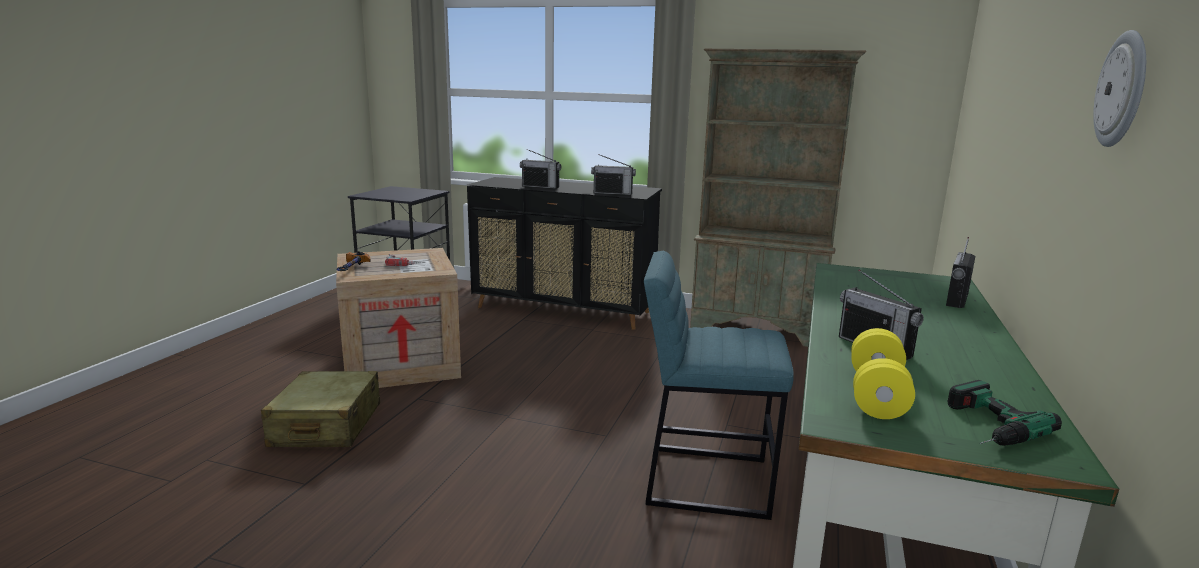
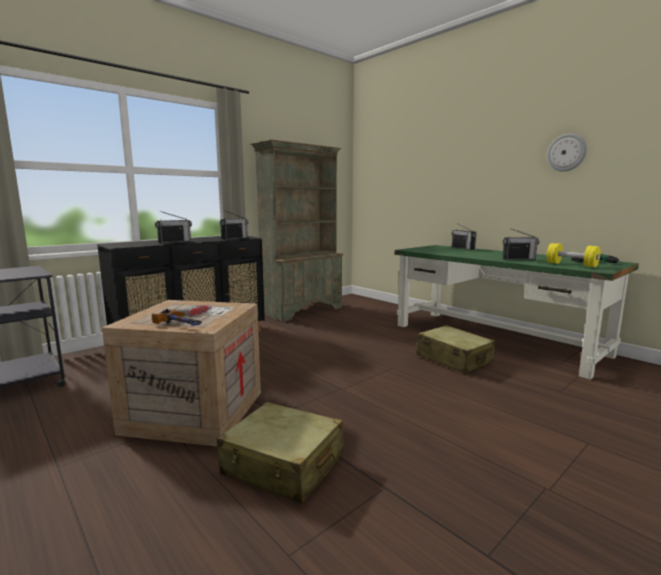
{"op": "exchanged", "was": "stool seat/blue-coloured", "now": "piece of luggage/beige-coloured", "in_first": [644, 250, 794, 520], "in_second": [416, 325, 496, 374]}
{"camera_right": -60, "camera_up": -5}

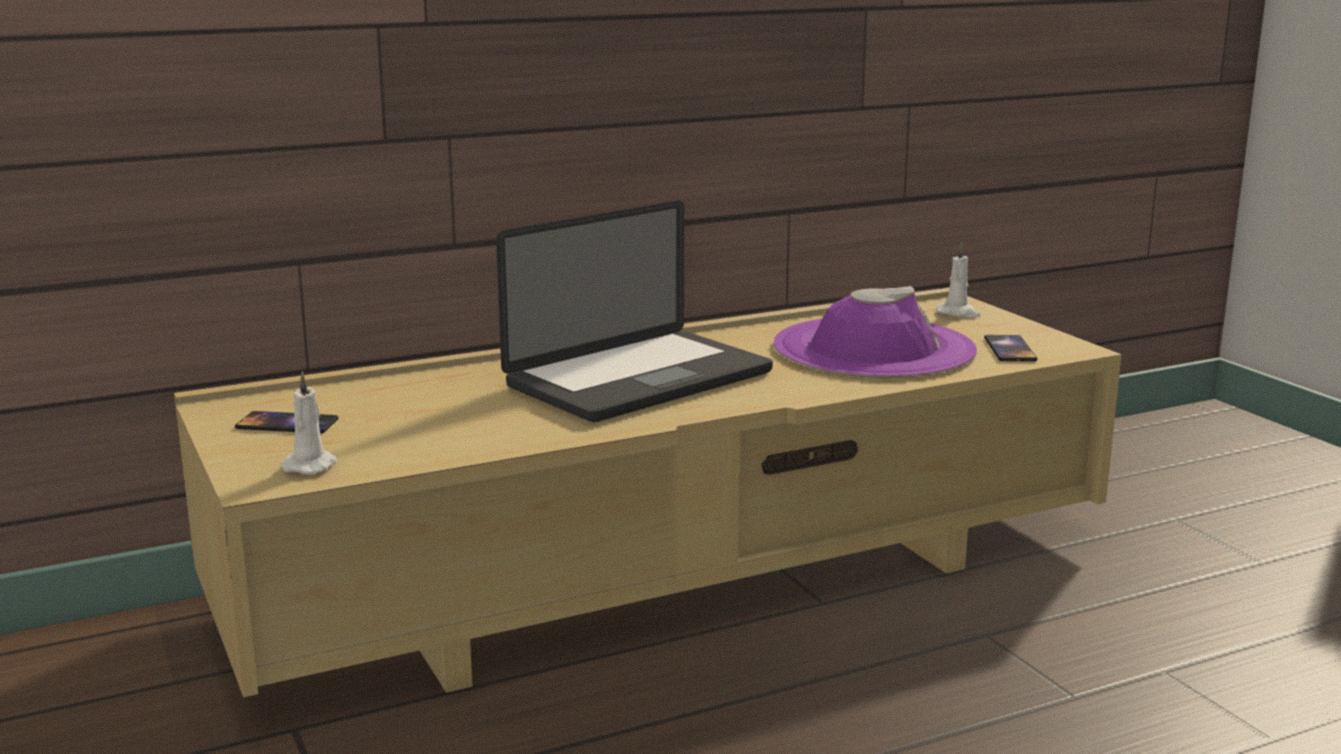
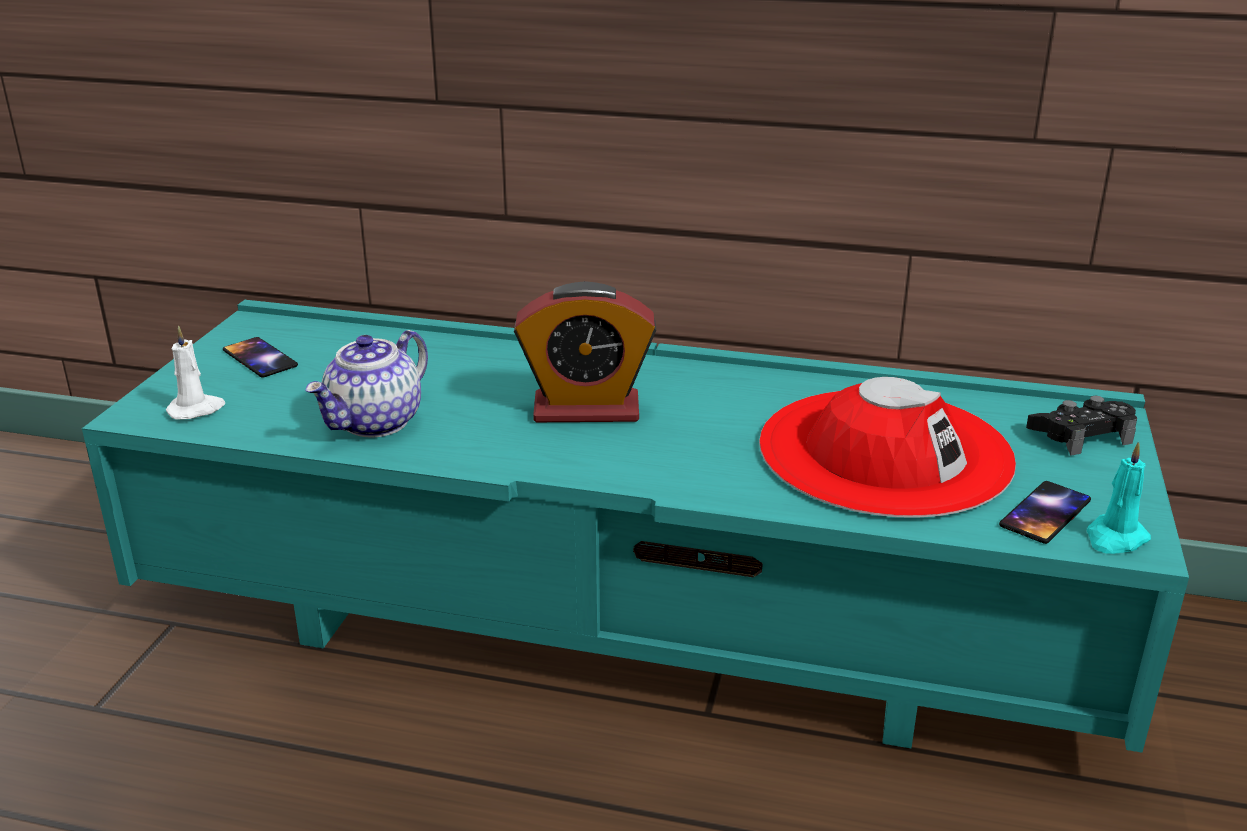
{"op": "colour", "was": "tv stand/beige-coloured", "now": "tv stand/blue-green", "in_first": [174, 288, 1122, 697], "in_second": [82, 300, 1189, 752]}
{"op": "appeared", "now": "pot for tea", "in_second": [305, 330, 428, 437]}
{"op": "exchanged", "was": "portable computer", "now": "alarm clock", "in_first": [496, 201, 773, 422], "in_second": [514, 281, 656, 422]}
{"op": "colour", "was": "wearable hat/purple", "now": "wearable hat/red", "in_first": [773, 286, 977, 378], "in_second": [759, 377, 1016, 518]}
{"op": "exchanged", "was": "candle/whitish", "now": "game controller/blackish", "in_first": [936, 242, 980, 318], "in_second": [1026, 396, 1137, 456]}
{"op": "appeared", "now": "candle/blue-green", "in_second": [1086, 441, 1151, 554]}
{"camera_right": 40, "camera_up": 10}

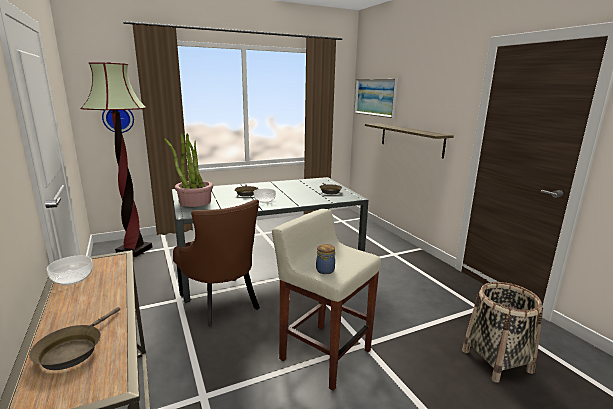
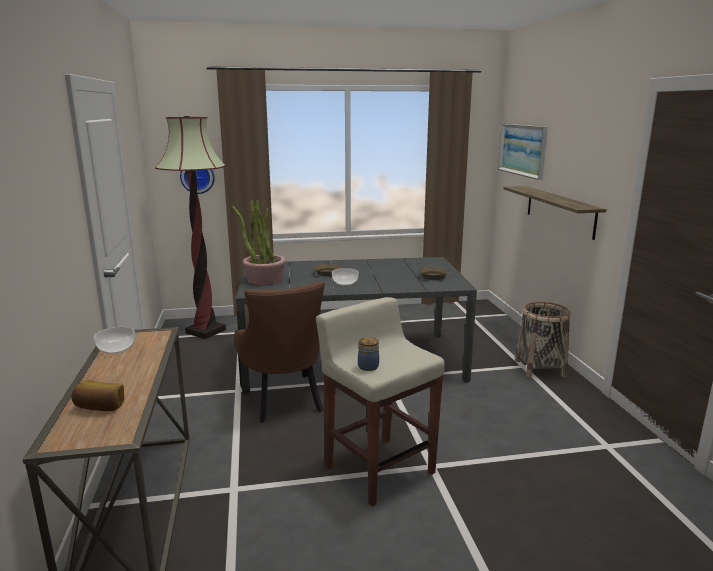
{"op": "exchanged", "was": "skillet/brown-coloured", "now": "baked bread", "in_first": [29, 307, 120, 370], "in_second": [71, 380, 124, 411]}
{"op": "relocated", "was": "storage basket", "in_first": [462, 282, 543, 383], "in_second": [515, 302, 571, 378]}
{"camera_right": 15, "camera_up": 0}

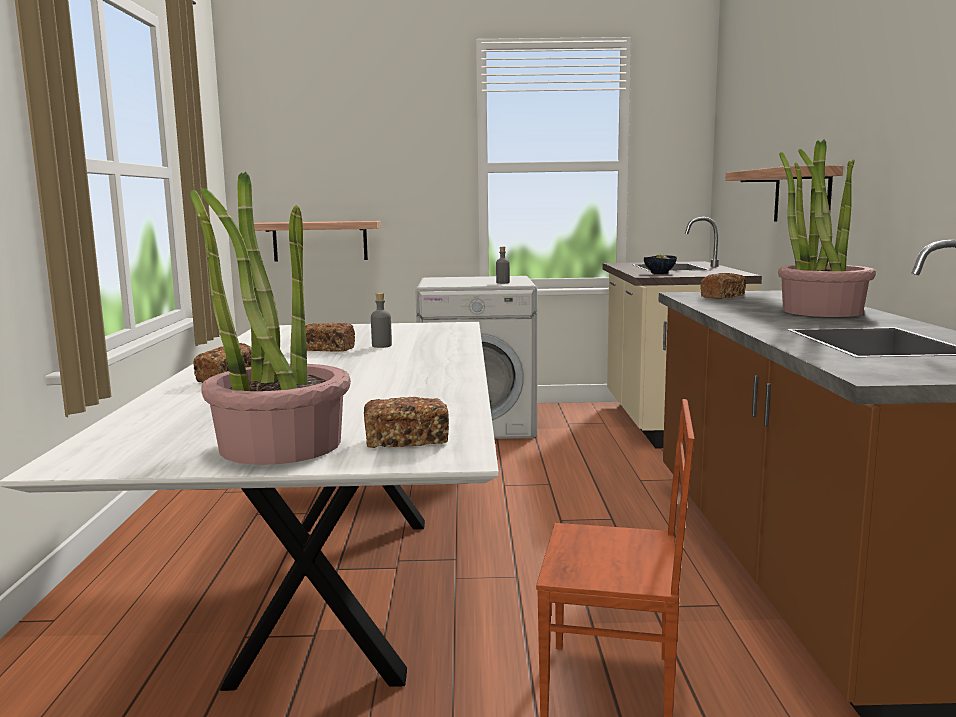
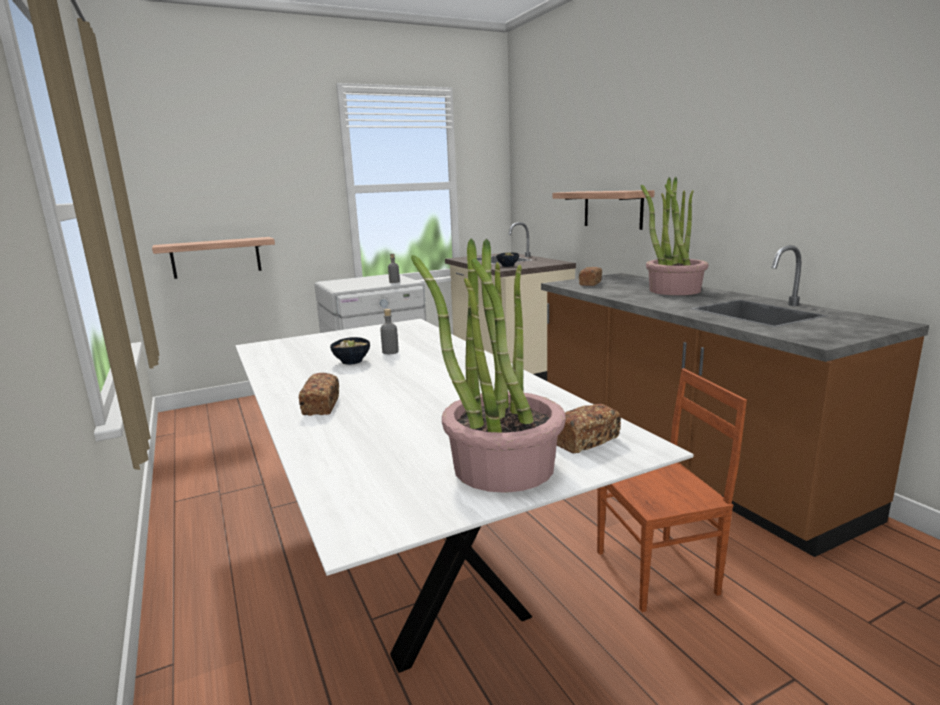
{"op": "exchanged", "was": "baked bread", "now": "bowl", "in_first": [305, 323, 355, 352], "in_second": [330, 337, 370, 365]}
{"camera_right": -25, "camera_up": 5}

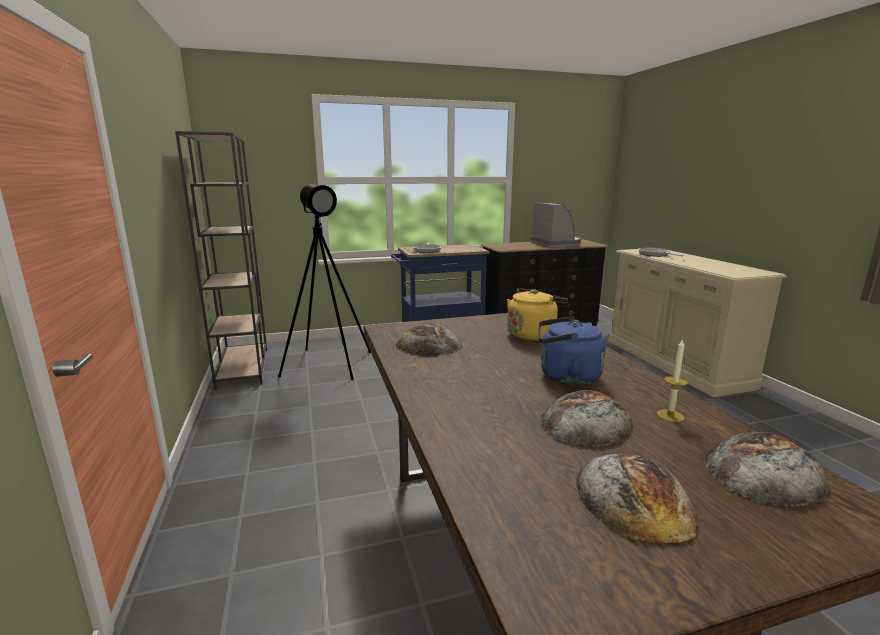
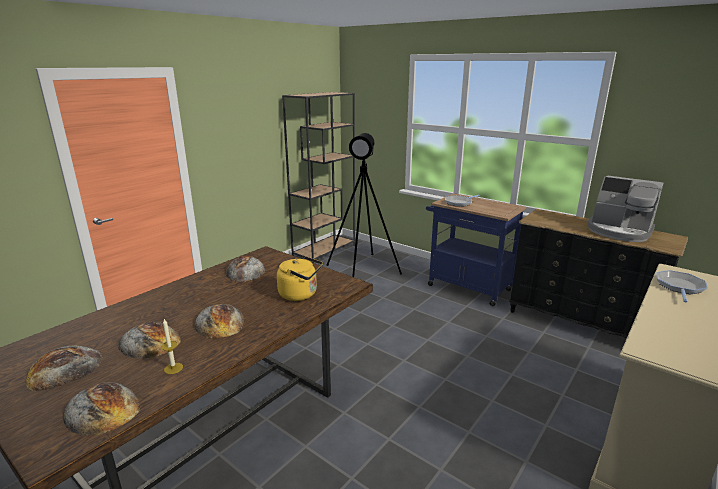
{"op": "exchanged", "was": "tea kettle/blue-coloured", "now": "baked bread", "in_first": [538, 316, 606, 385], "in_second": [195, 304, 244, 338]}
{"op": "spun", "was": "coffee brewer", "in_first": [531, 202, 581, 247], "in_second": [587, 175, 663, 242], "clockwise": 90}
{"camera_right": 55, "camera_up": 5}

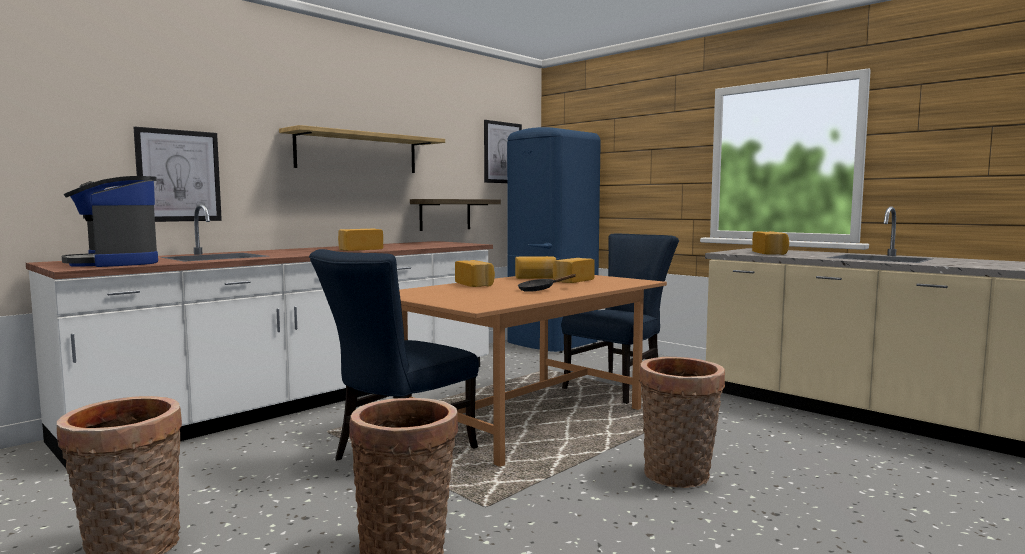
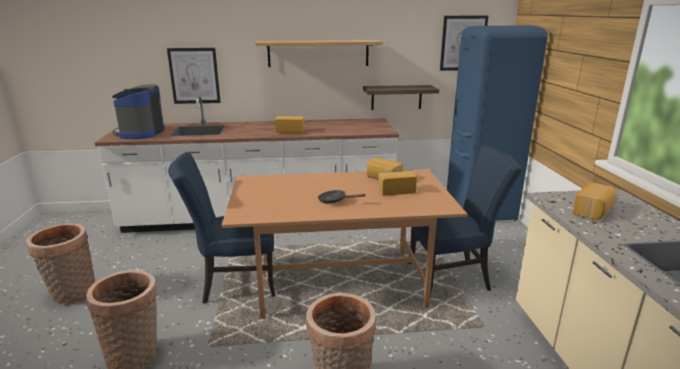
{"op": "missing", "was": "baked bread", "in_first": [455, 260, 495, 287]}
{"camera_right": 40, "camera_up": 15}

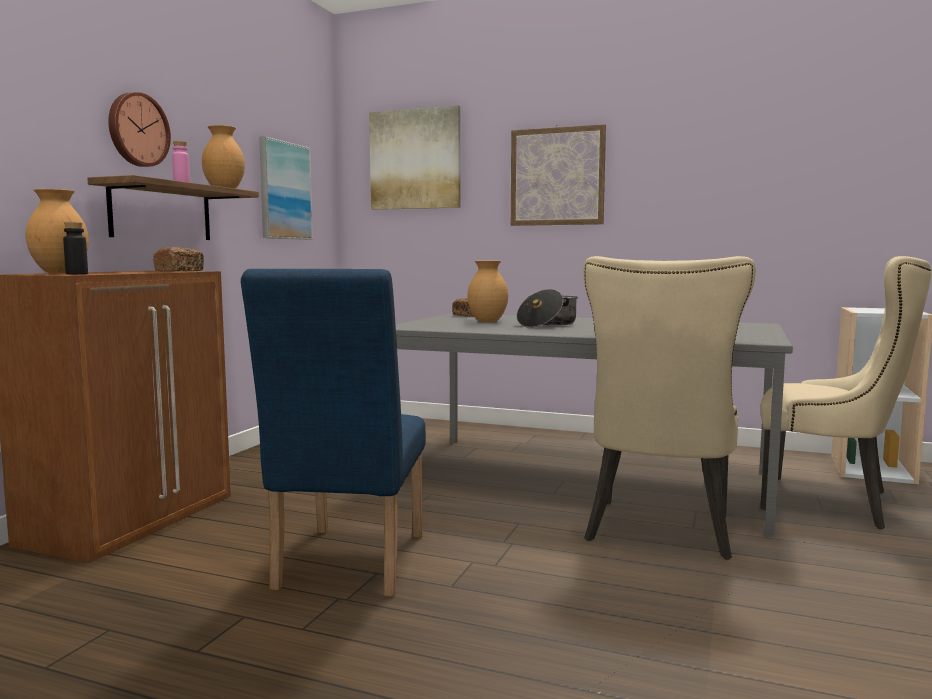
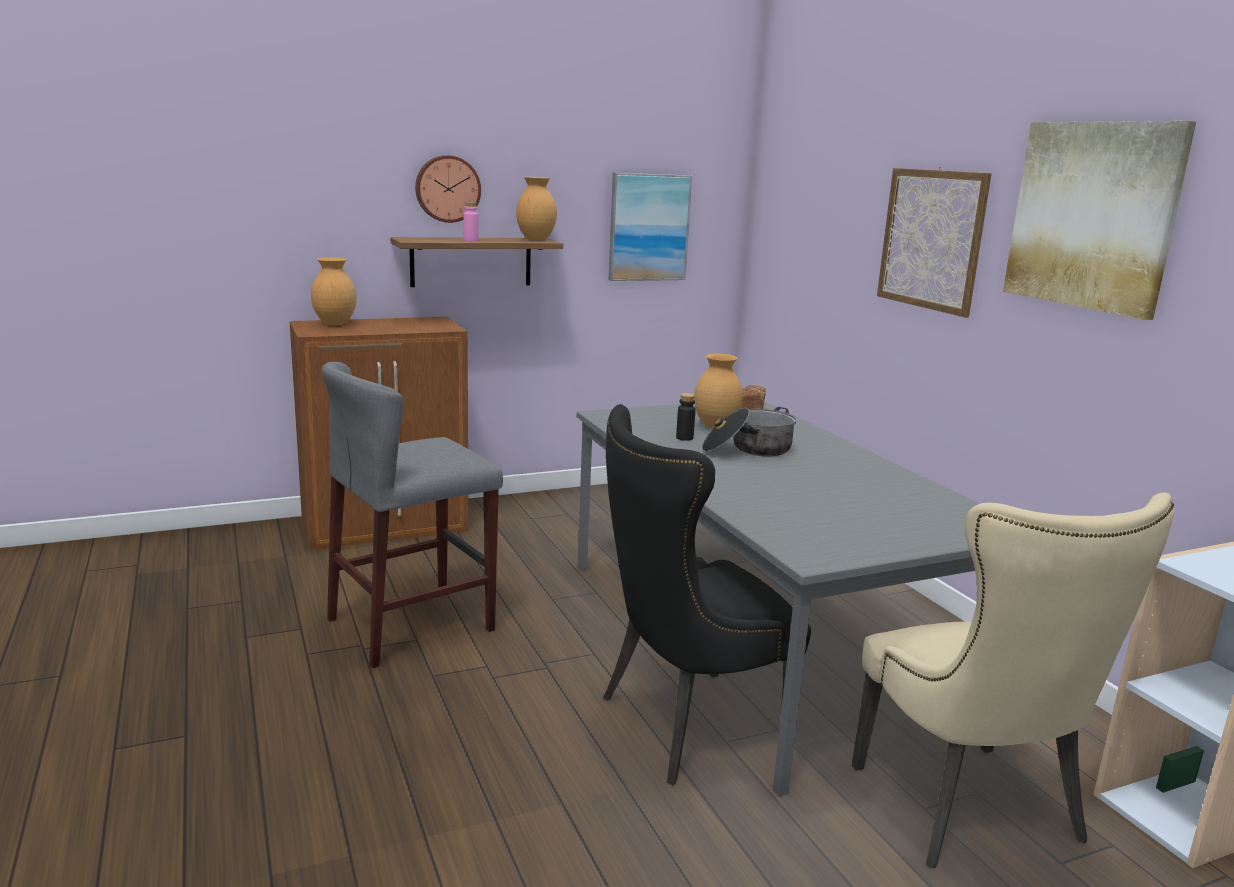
{"op": "exchanged", "was": "upright chair/blue-coloured", "now": "stool seat/greyish", "in_first": [241, 269, 426, 597], "in_second": [322, 362, 503, 668]}
{"op": "colour", "was": "upright chair/beige-coloured", "now": "upright chair/blackish", "in_first": [583, 256, 756, 560], "in_second": [603, 404, 811, 785]}
{"op": "relocated", "was": "bottle/blackish", "in_first": [63, 222, 88, 274], "in_second": [676, 393, 696, 441]}
{"op": "relocated", "was": "wall art", "in_first": [369, 105, 460, 210], "in_second": [1003, 121, 1196, 320]}
{"op": "missing", "was": "baked bread", "in_first": [153, 247, 204, 272]}
{"camera_right": 45, "camera_up": 10}

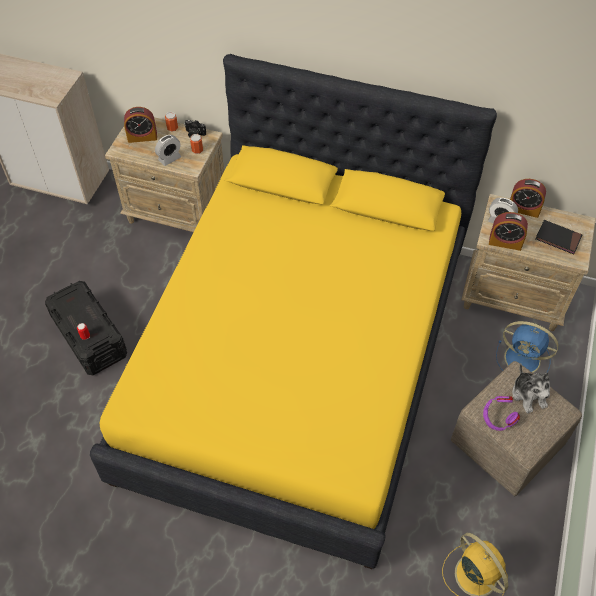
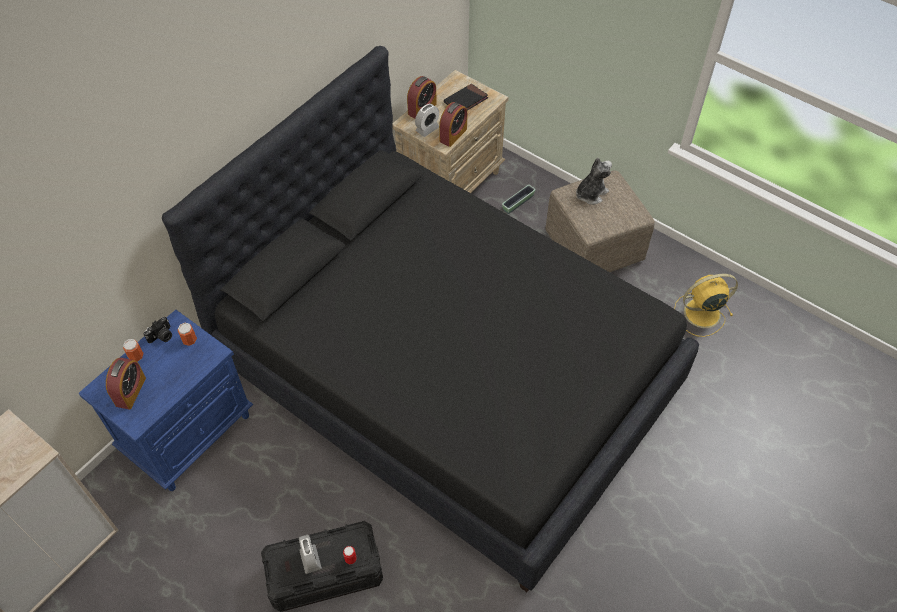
{"op": "colour", "was": "bedside table/beige-coloured", "now": "bedside table/blue-coloured", "in_first": [105, 117, 224, 232], "in_second": [78, 310, 253, 491]}
{"op": "colour", "was": "bed/yellowish", "now": "bed/blackish", "in_first": [90, 54, 497, 569], "in_second": [162, 46, 699, 592]}
{"op": "relocated", "was": "alarm clock", "in_first": [155, 135, 181, 166], "in_second": [299, 534, 322, 574]}
{"op": "exchanged", "was": "fan/blue-coloured", "now": "plant pot", "in_first": [496, 321, 559, 373], "in_second": [502, 185, 536, 214]}
{"op": "spun", "was": "plush toy", "in_first": [512, 364, 550, 413], "in_second": [576, 158, 612, 205], "clockwise": -45}
{"op": "missing", "was": "headset/purple", "in_first": [483, 396, 520, 431]}
{"camera_right": -70, "camera_up": 0}

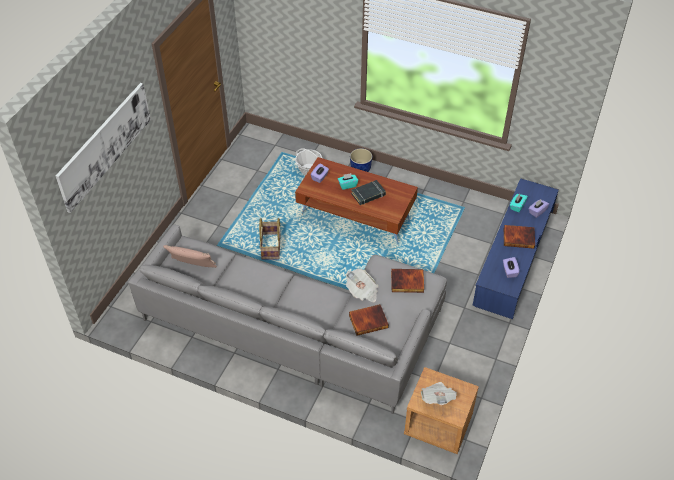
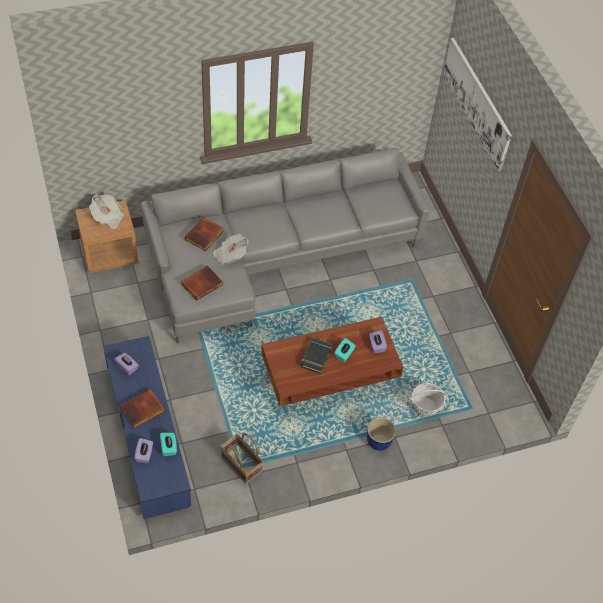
{"op": "relocated", "was": "storage basket", "in_first": [259, 218, 280, 260], "in_second": [220, 433, 263, 484]}
{"op": "missing", "was": "cushion/beige-coloured", "in_first": [163, 245, 217, 268]}
{"camera_right": 135, "camera_up": 5}

